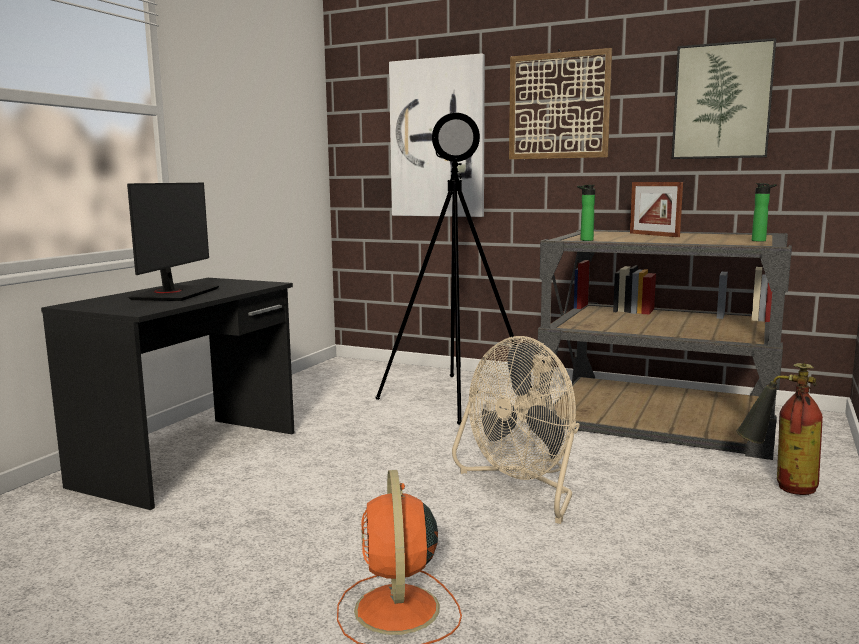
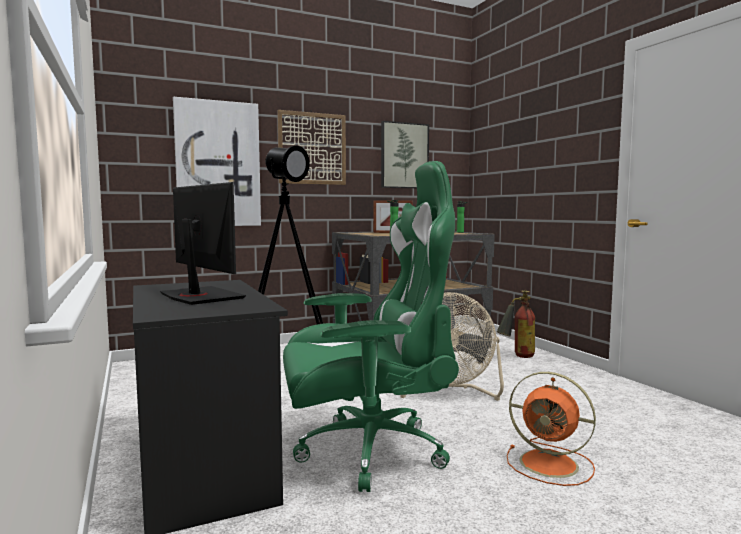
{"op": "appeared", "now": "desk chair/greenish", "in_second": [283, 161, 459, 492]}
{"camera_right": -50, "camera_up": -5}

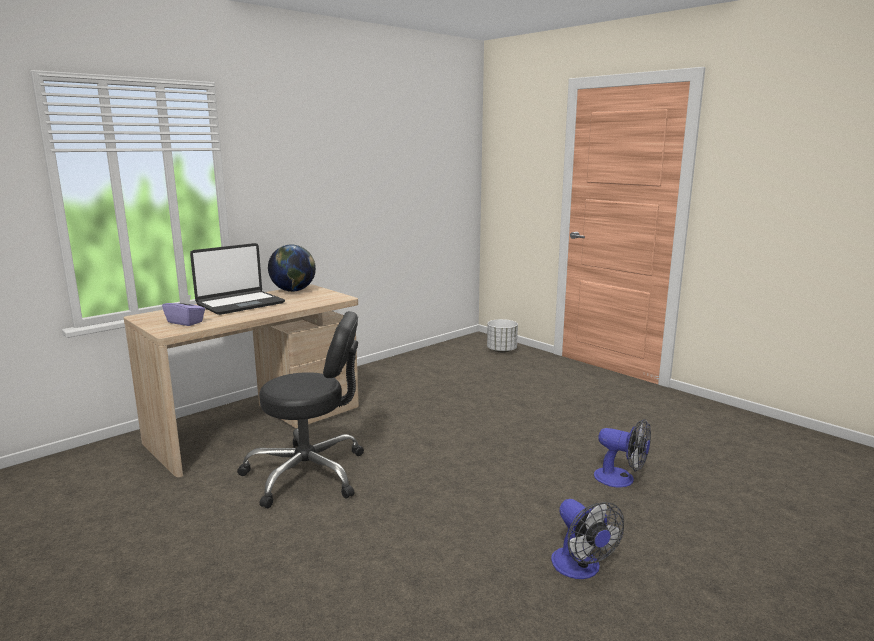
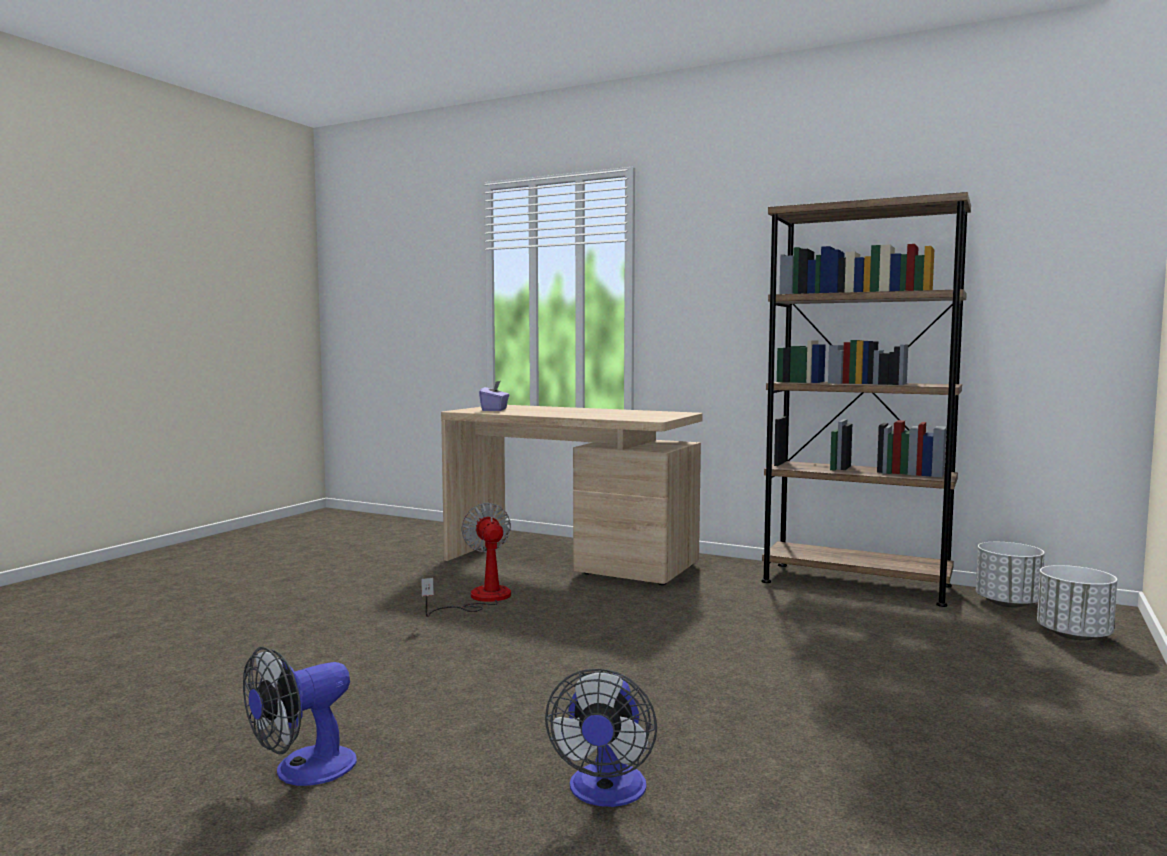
{"op": "exchanged", "was": "desk chair/blackish", "now": "fan", "in_first": [237, 311, 364, 509], "in_second": [421, 503, 511, 617]}
{"op": "appeared", "now": "bookshelf/brown-coloured", "in_second": [761, 192, 971, 607]}
{"op": "appeared", "now": "plant pot/whitish", "in_second": [976, 542, 1045, 607]}
{"op": "missing", "was": "portable computer", "in_first": [190, 243, 285, 315]}
{"op": "missing", "was": "globe", "in_first": [268, 245, 316, 292]}
{"camera_right": 70, "camera_up": -10}

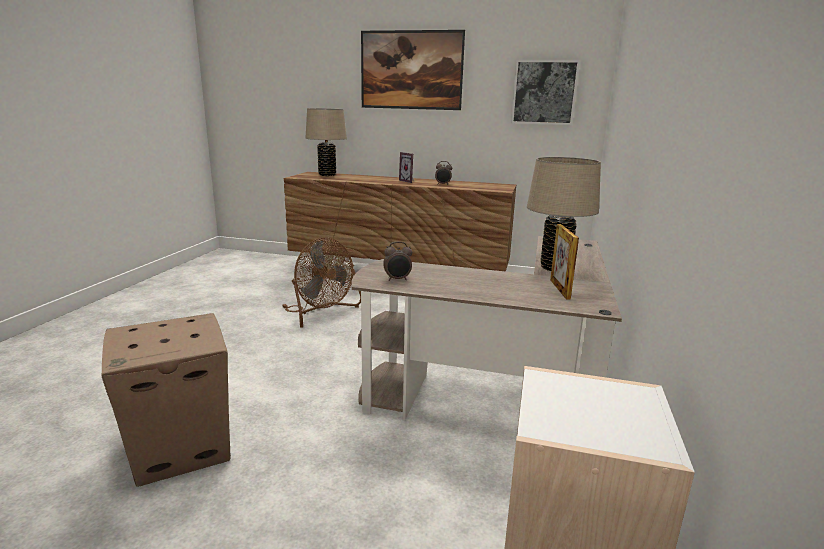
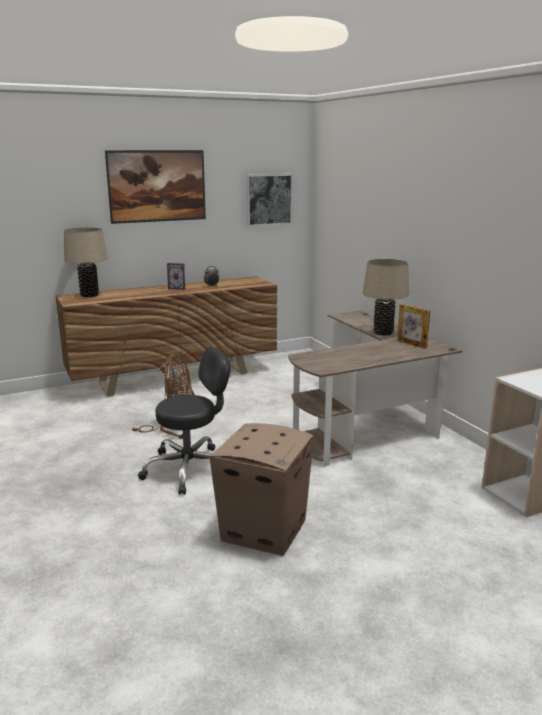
{"op": "appeared", "now": "desk chair/blackish", "in_second": [138, 347, 231, 495]}
{"op": "missing", "was": "alarm clock", "in_first": [383, 242, 412, 281]}
{"camera_right": -40, "camera_up": 0}

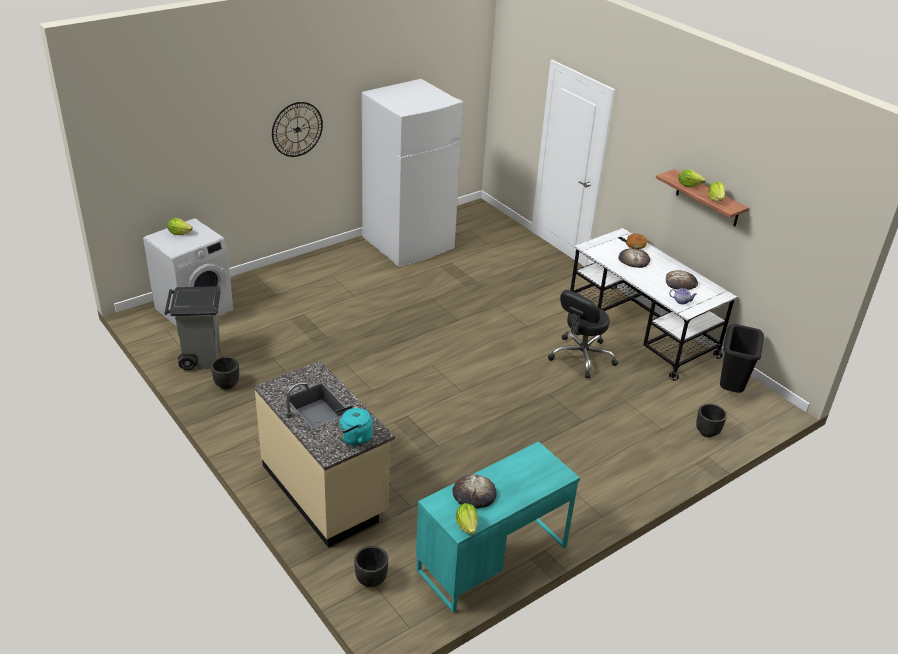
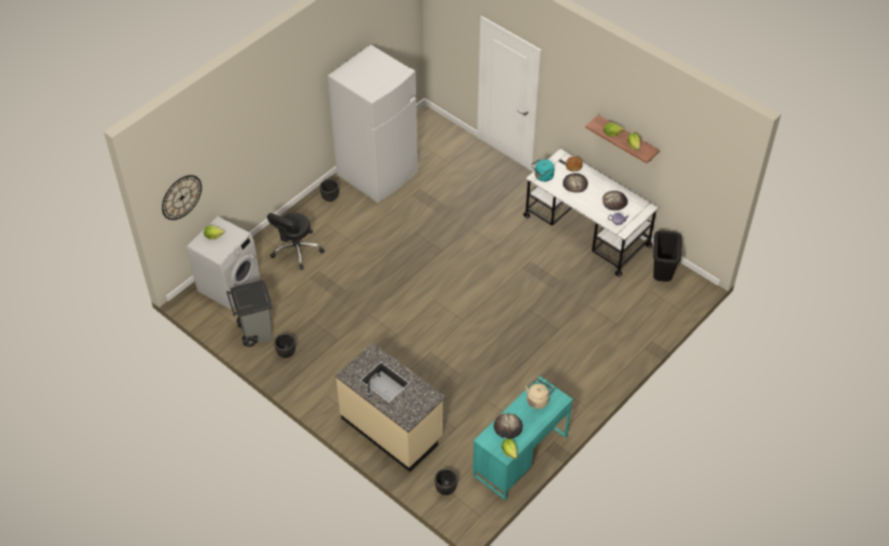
{"op": "relocated", "was": "clock on the wall", "in_first": [272, 102, 323, 157], "in_second": [162, 175, 202, 220]}
{"op": "relocated", "was": "desk chair/blackish", "in_first": [548, 290, 618, 379], "in_second": [267, 213, 325, 270]}
{"op": "relocated", "was": "plant pot/blackish", "in_first": [696, 404, 727, 437], "in_second": [320, 179, 339, 202]}
{"op": "appeared", "now": "tea kettle/beige-coloured", "in_second": [525, 379, 554, 409]}
{"op": "relocated", "was": "tea kettle/blue-green", "in_first": [335, 406, 373, 446], "in_second": [531, 159, 554, 182]}
{"camera_right": -10, "camera_up": 15}

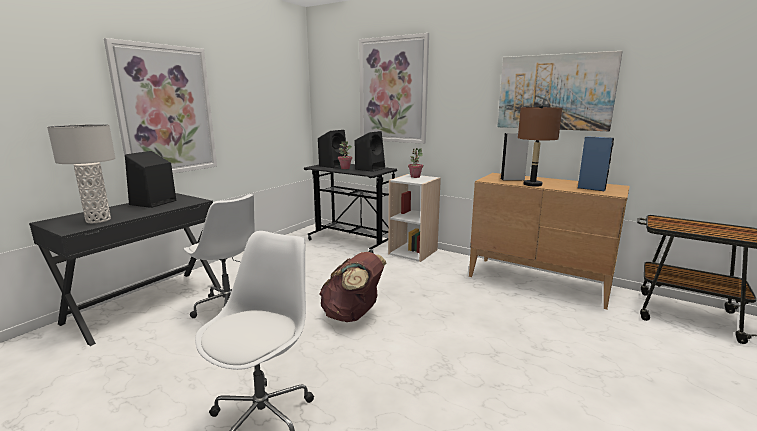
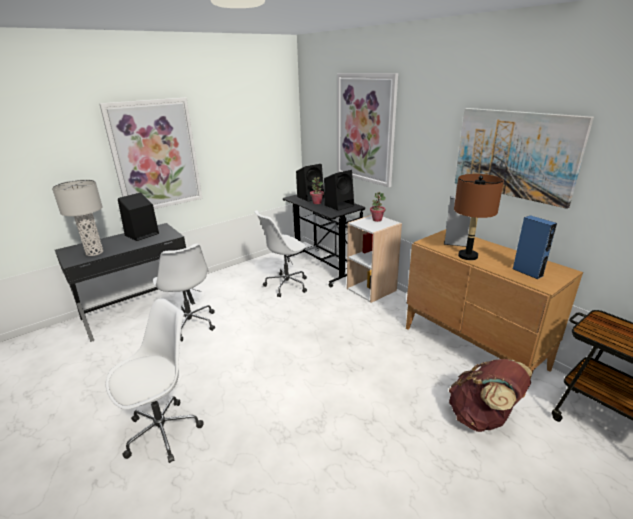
{"op": "appeared", "now": "desk chair/whitish", "in_second": [254, 210, 308, 297]}
{"op": "relocated", "was": "rucksack/brown-coloured", "in_first": [319, 252, 387, 322], "in_second": [449, 359, 532, 432]}
{"camera_right": 20, "camera_up": 10}

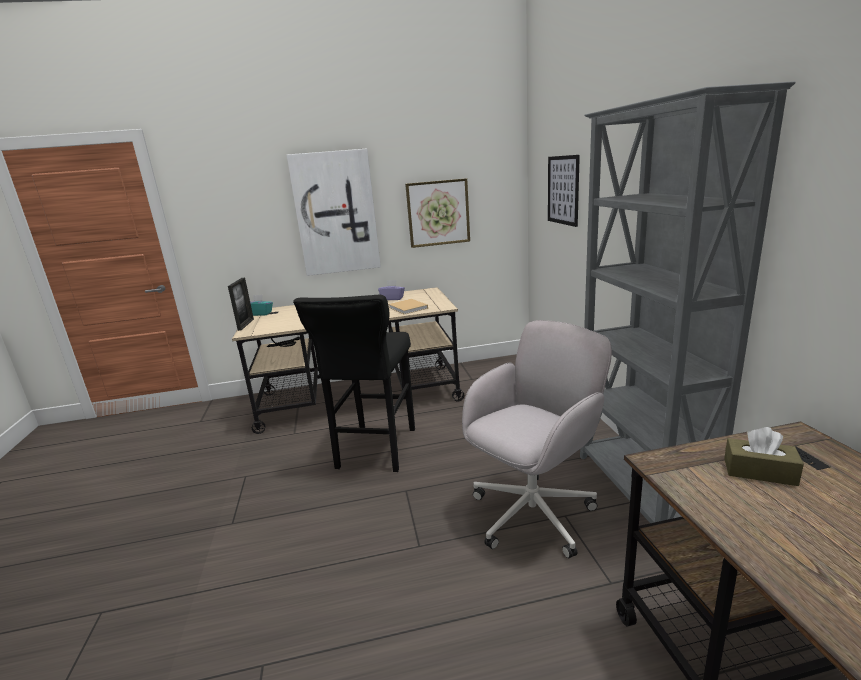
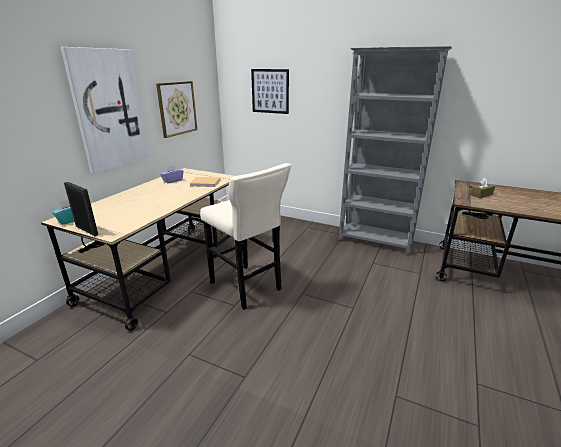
{"op": "colour", "was": "stool seat/blackish", "now": "stool seat/beige-coloured", "in_first": [293, 295, 415, 472], "in_second": [200, 163, 291, 310]}
{"op": "missing", "was": "desk chair/greyish", "in_first": [462, 320, 612, 558]}
{"camera_right": -55, "camera_up": 5}

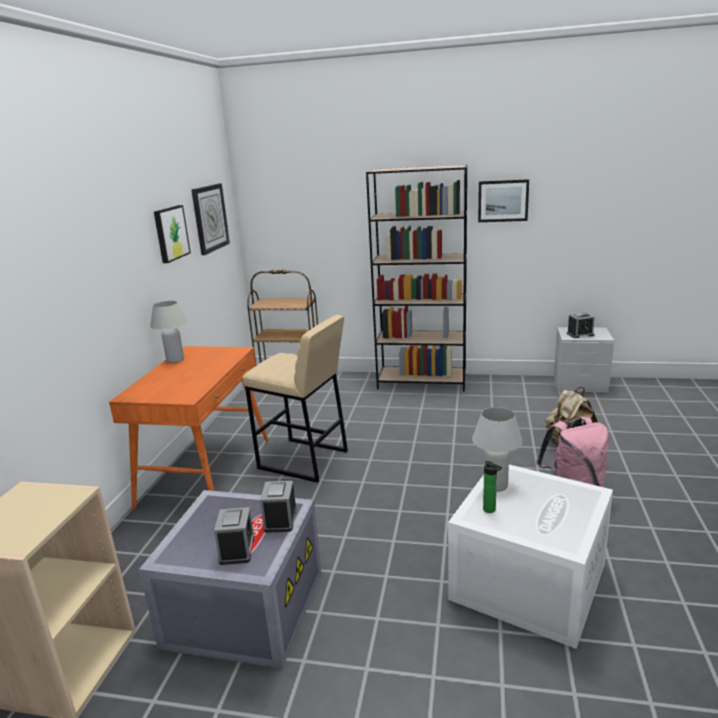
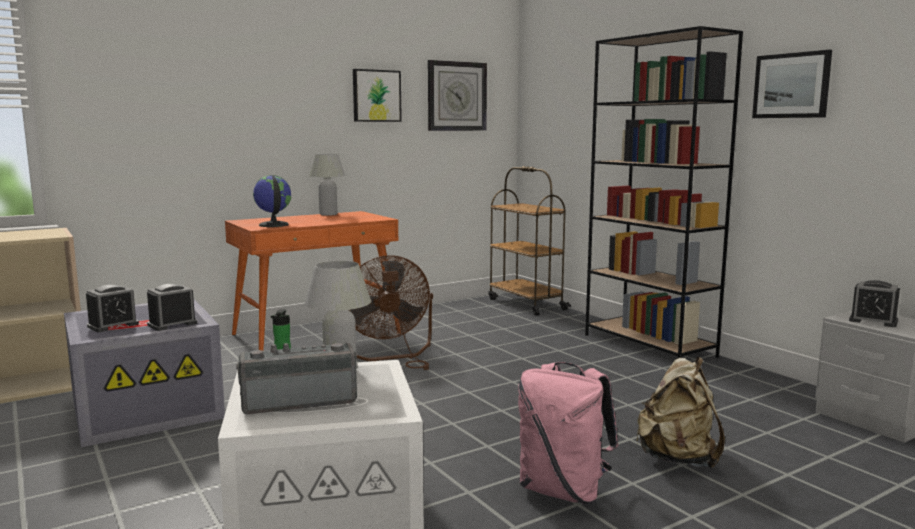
{"op": "appeared", "now": "radio set", "in_second": [236, 343, 357, 414]}
{"op": "appeared", "now": "globe", "in_second": [253, 175, 291, 227]}
{"op": "exchanged", "was": "stool seat/beige-coloured", "now": "fan/brown-coloured", "in_first": [243, 315, 348, 483], "in_second": [349, 255, 433, 370]}
{"camera_right": 45, "camera_up": -10}

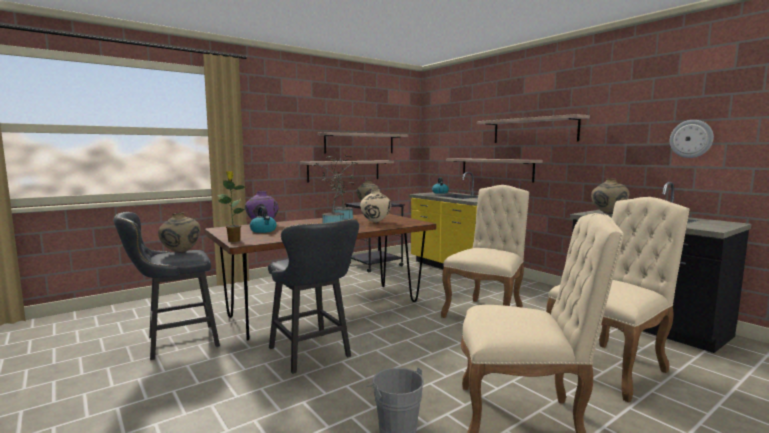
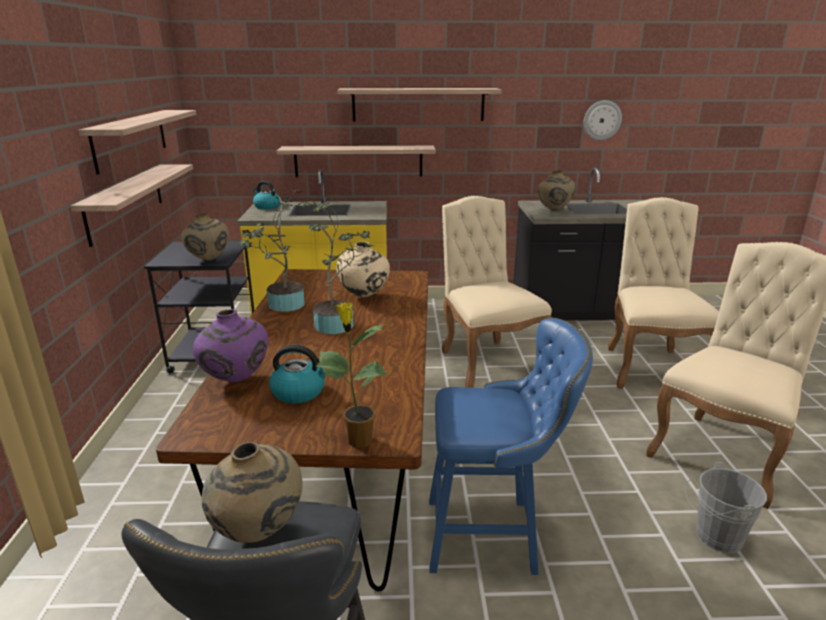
{"op": "colour", "was": "stool seat/greyish", "now": "stool seat/blue-coloured", "in_first": [268, 219, 359, 374], "in_second": [429, 317, 593, 575]}
{"camera_right": -55, "camera_up": 15}

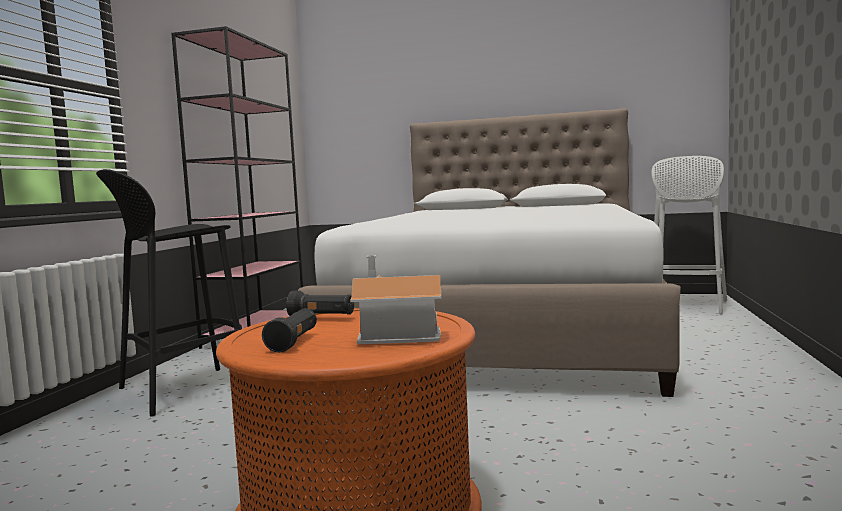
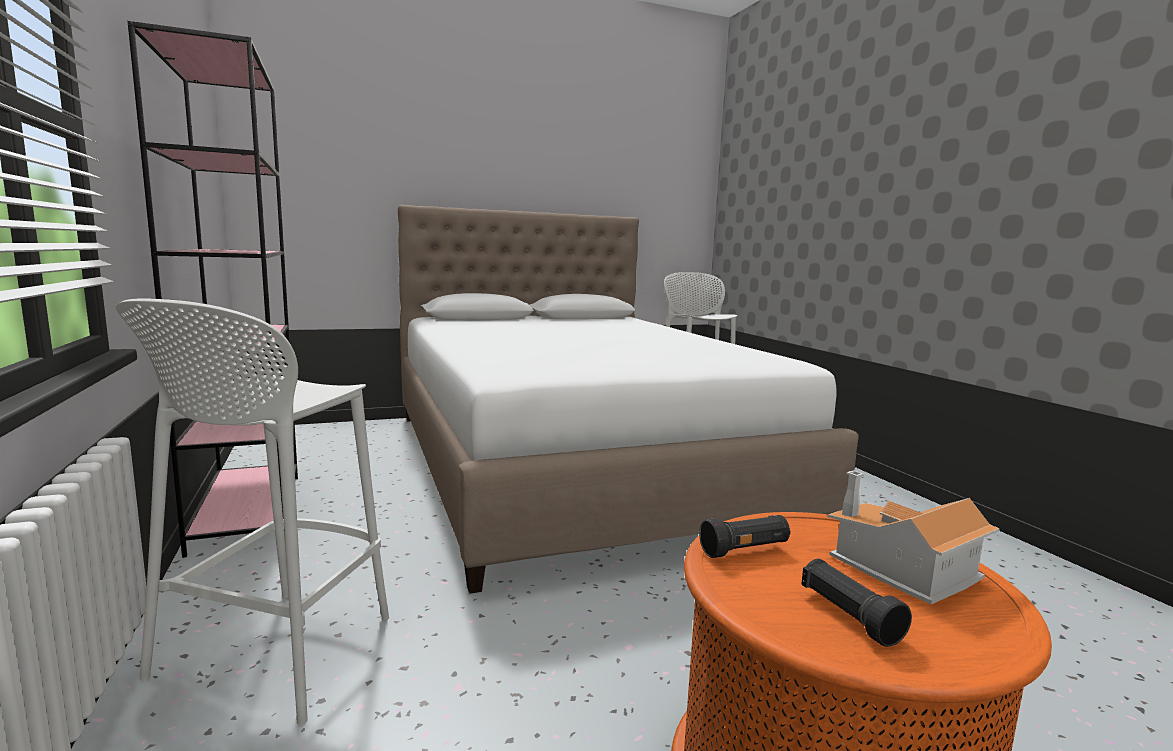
{"op": "colour", "was": "stool seat/blackish", "now": "stool seat/whitish", "in_first": [96, 169, 242, 417], "in_second": [116, 298, 389, 725]}
{"camera_right": -35, "camera_up": 5}

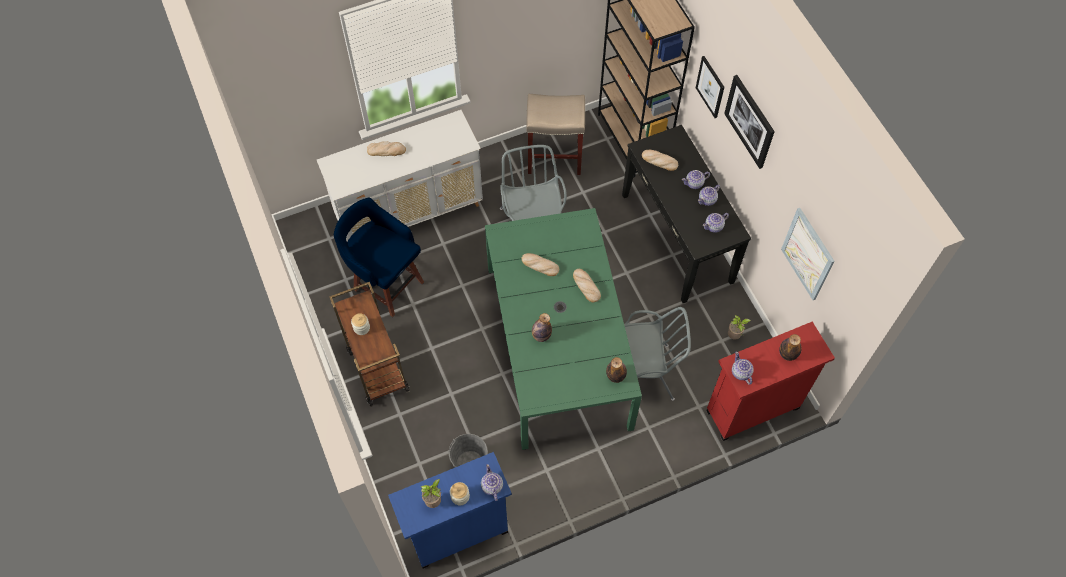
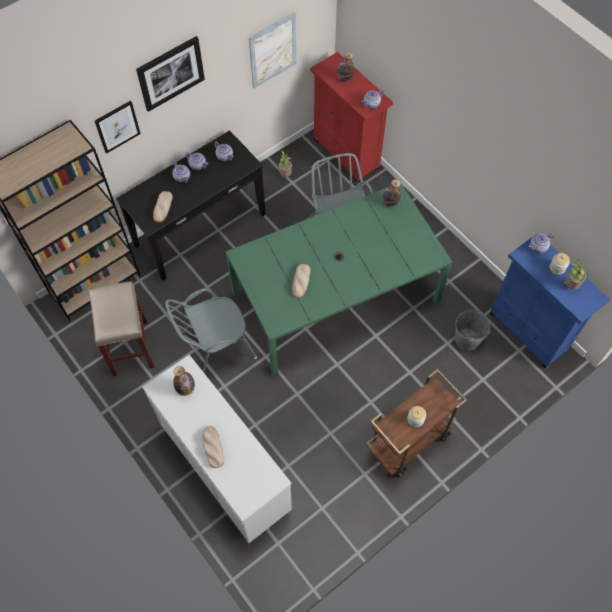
{"op": "relocated", "was": "bottle", "in_first": [532, 313, 552, 342], "in_second": [173, 366, 195, 396]}
{"op": "missing", "was": "stool seat/blue-coloured", "in_first": [334, 197, 424, 317]}
{"op": "missing", "was": "baked bread", "in_first": [573, 269, 601, 303]}
{"camera_right": -105, "camera_up": 0}

